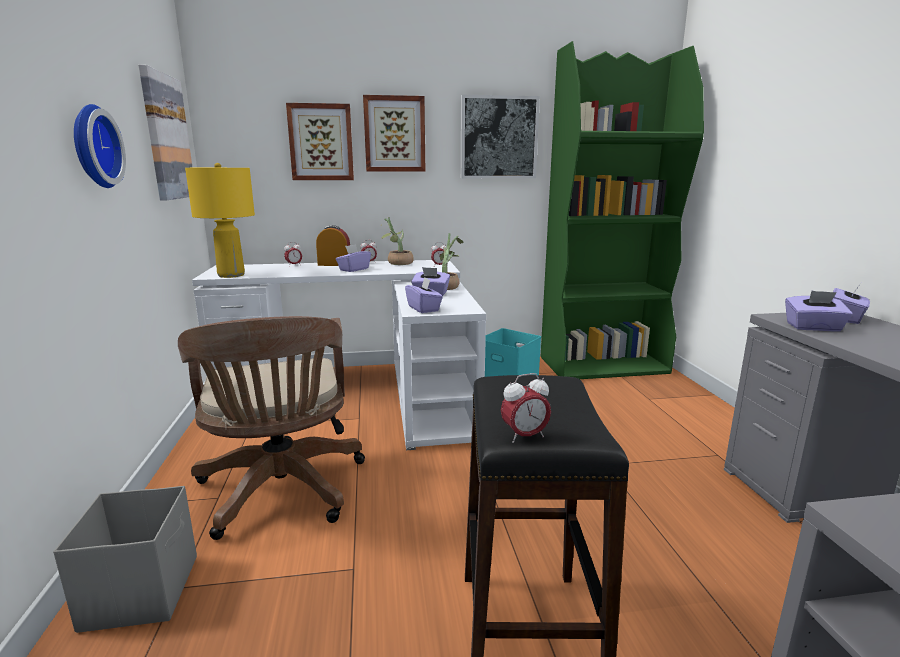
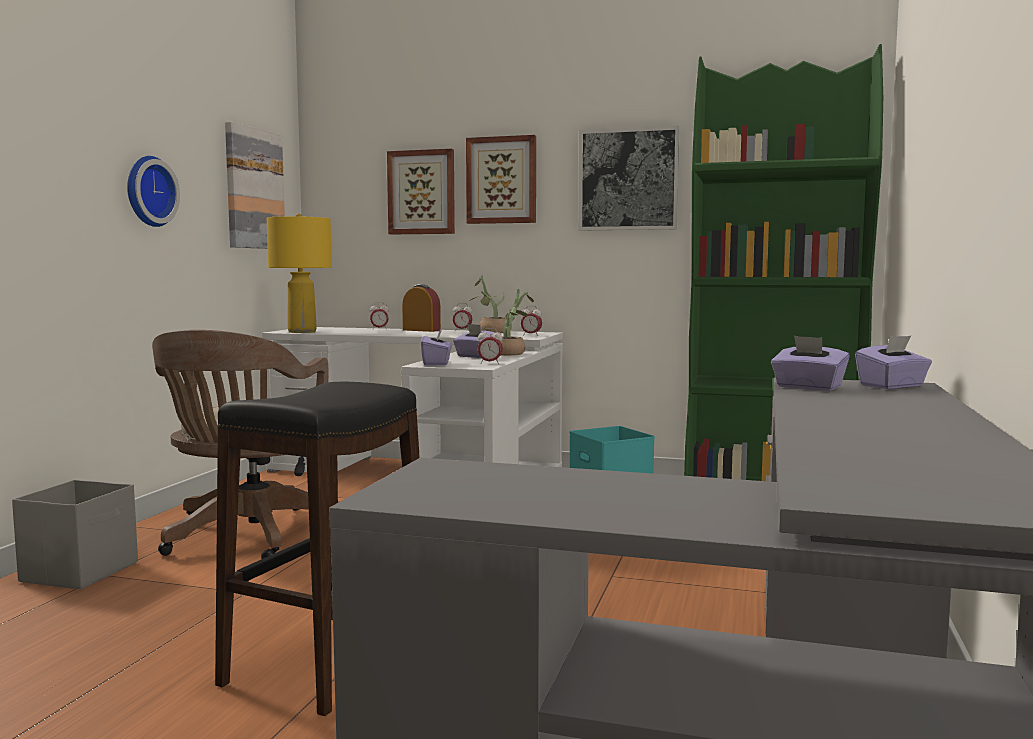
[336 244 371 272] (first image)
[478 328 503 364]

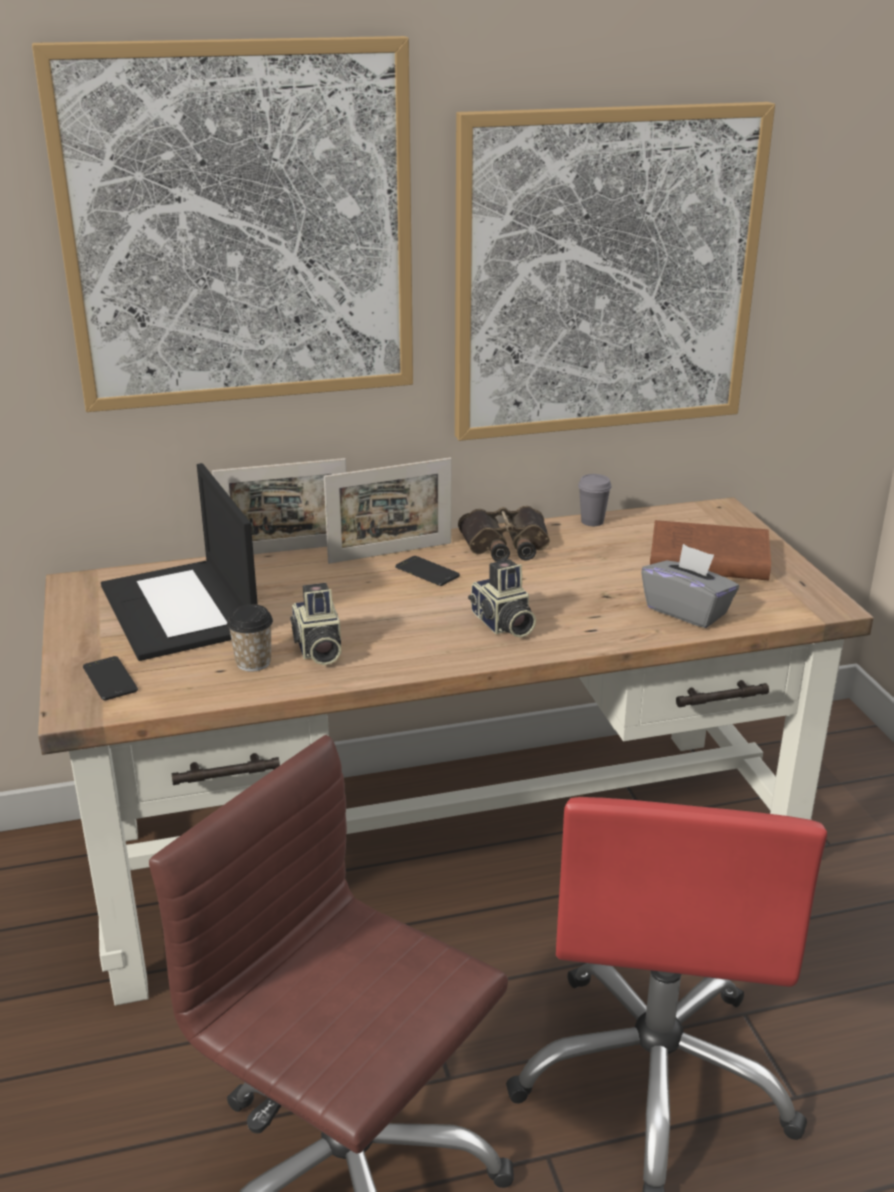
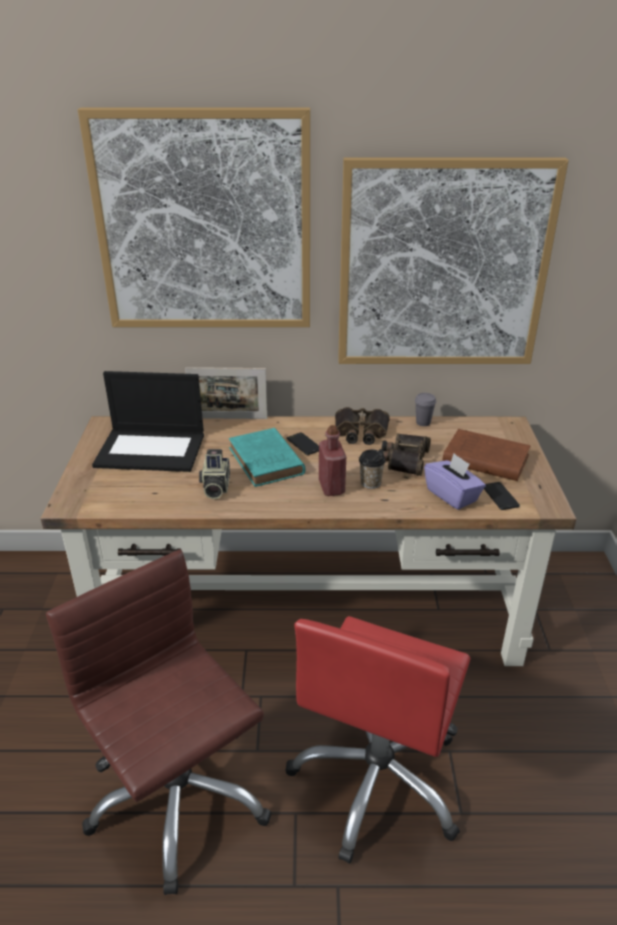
[324 458 451 564] (first image)
[92 371 204 472]
[424 453 486 510]
[319 425 346 496]
[359 449 386 489]
[484 482 520 510]
[229 428 305 487]
[379 433 431 476]

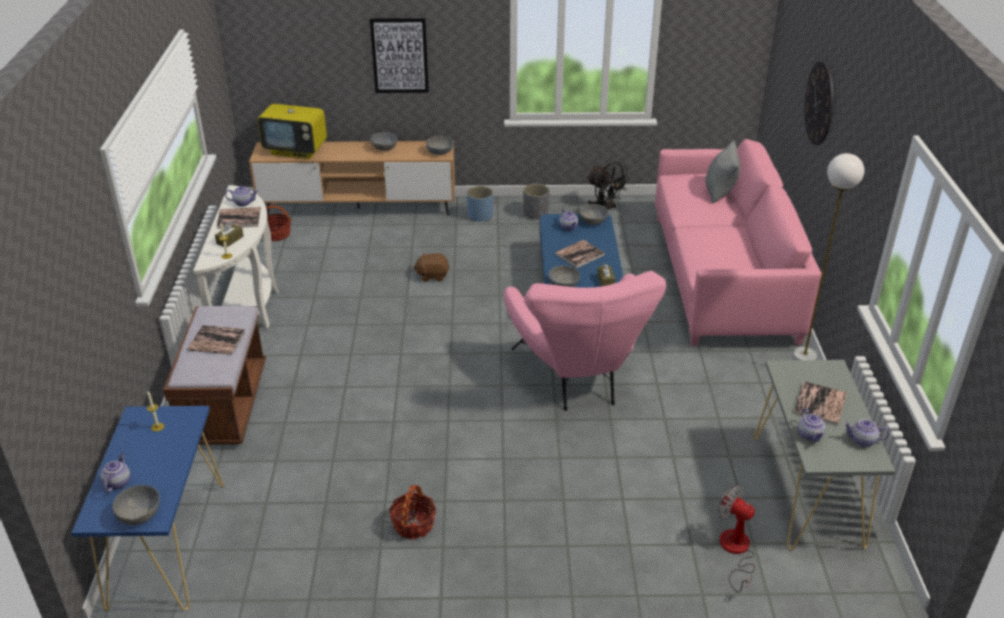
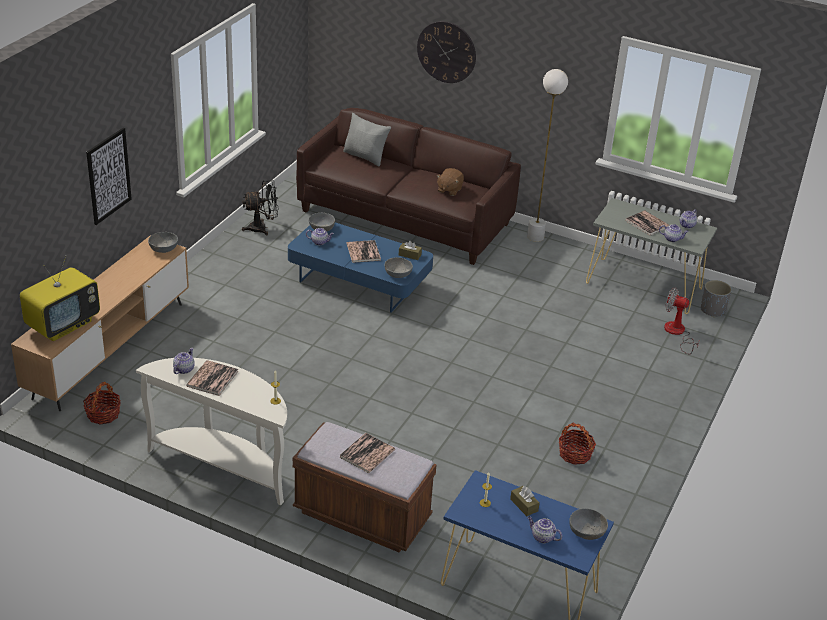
[370 132 397 151] (first image)
[296 108 521 265]
[701 280 732 317]
[467 186 493 222] (first image)
[510 486 540 516]
[436 168 464 196]
[504 271 666 411] (first image)
[664 287 700 354]

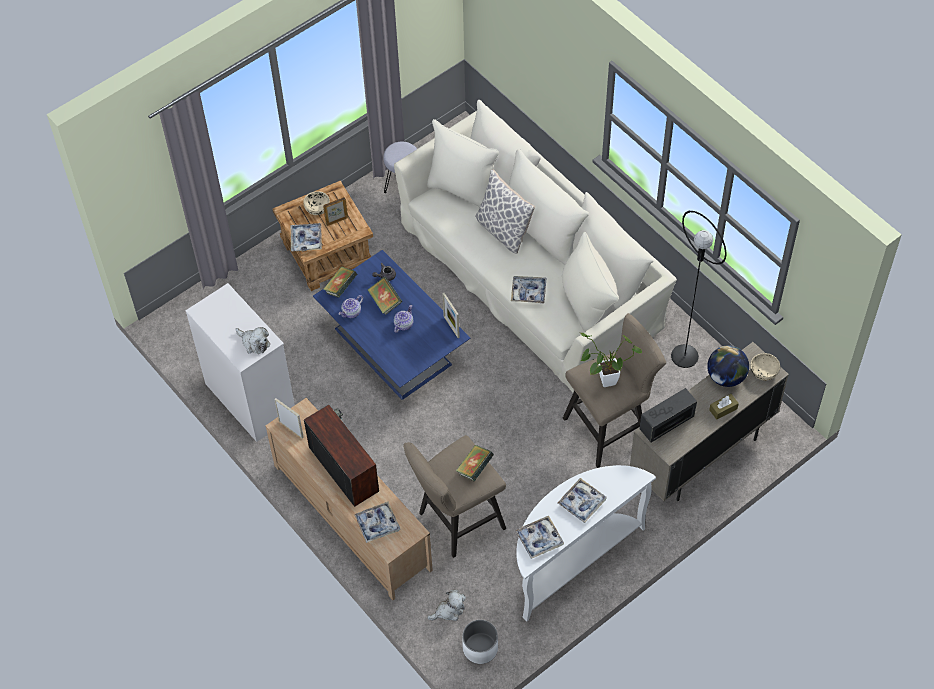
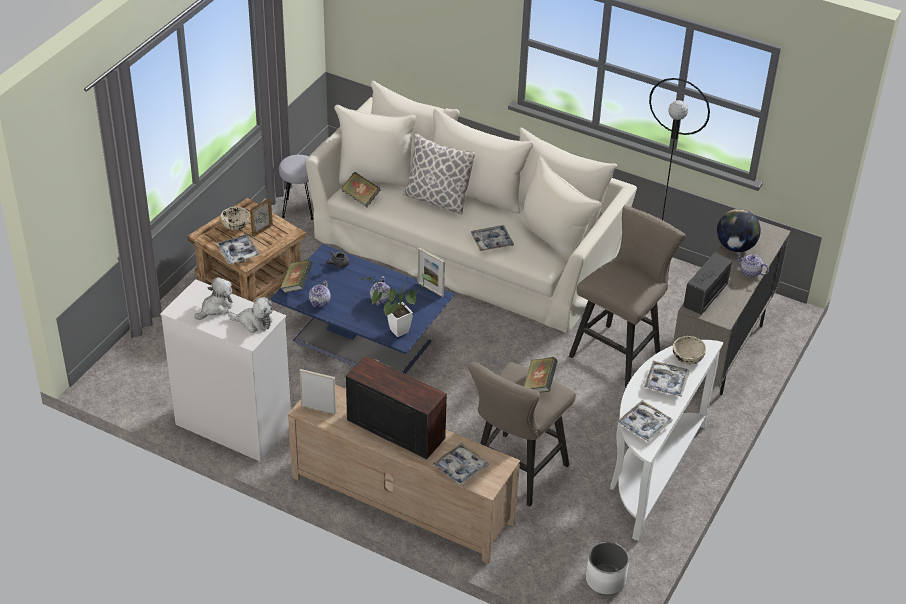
[341 172 380 207]
[361 273 431 337]
[673 336 706 364]
[736 253 769 277]
[194 277 232 320]

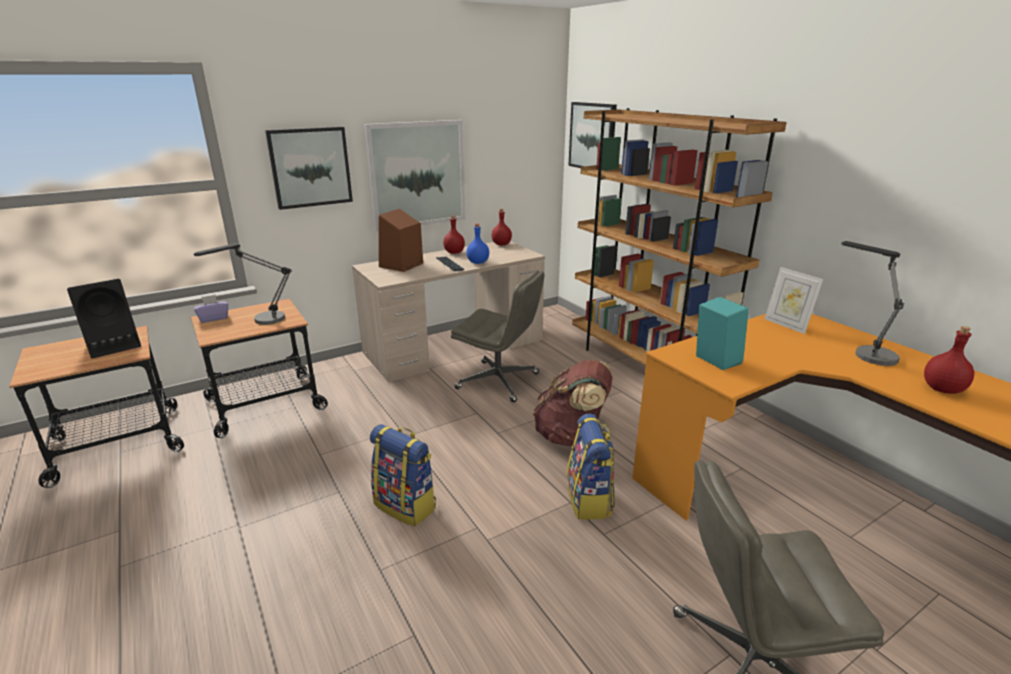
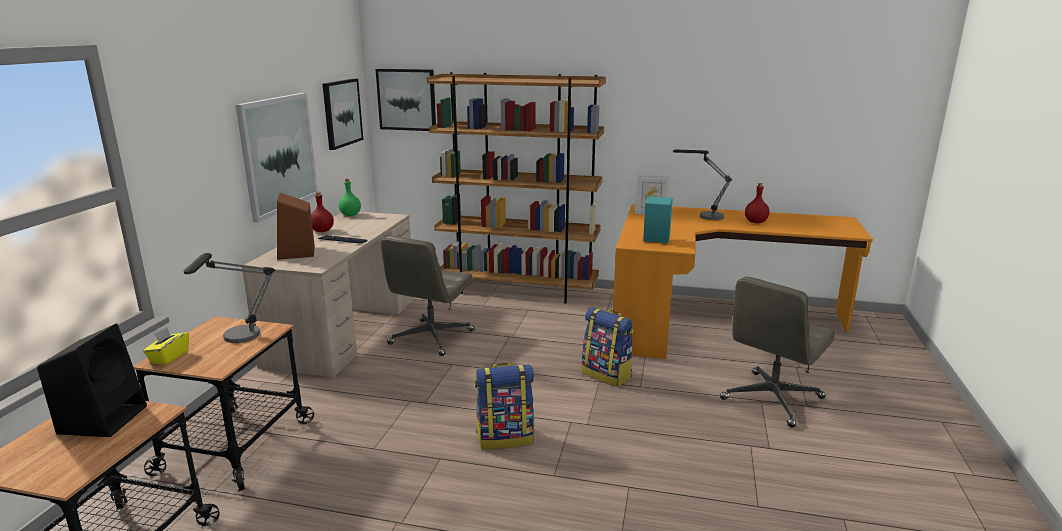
[323 78 363 150]
[339 179 361 216]
[466 224 489 264] (first image)
[381 236 475 356]
[143 327 189 365]
[533 360 613 446] (first image)

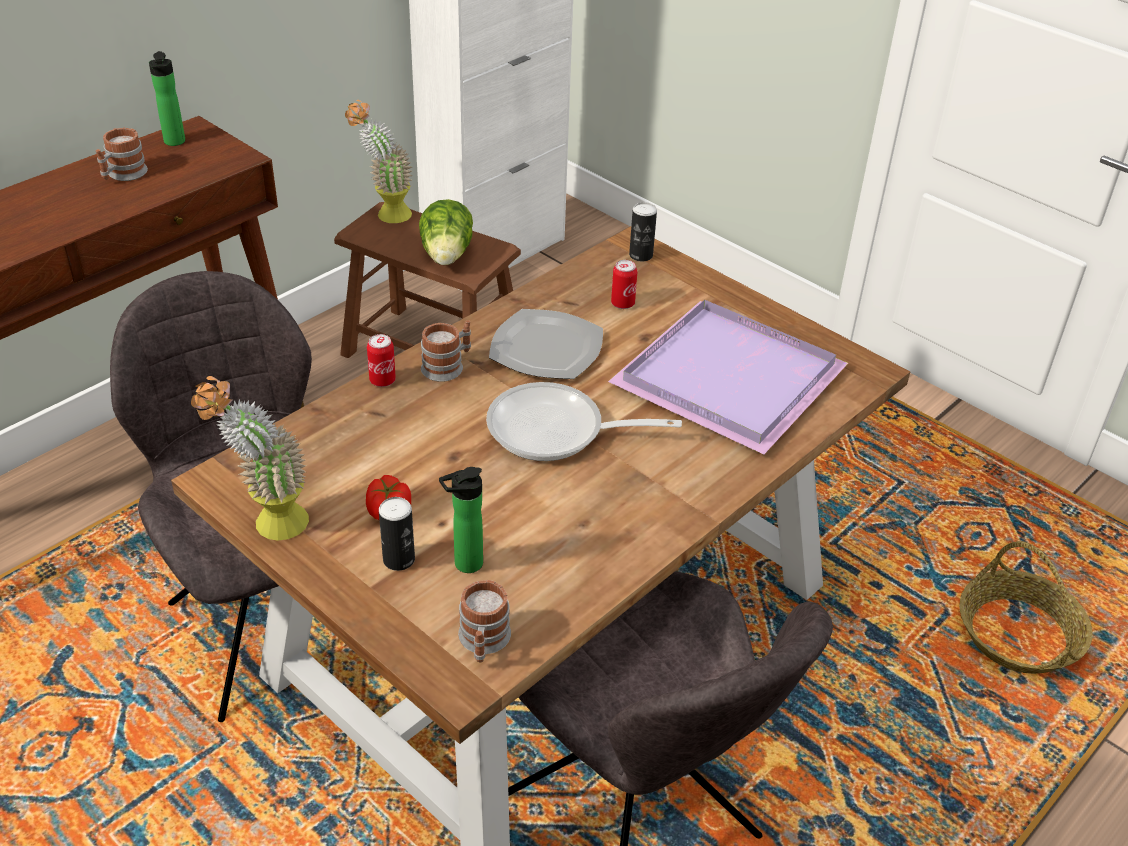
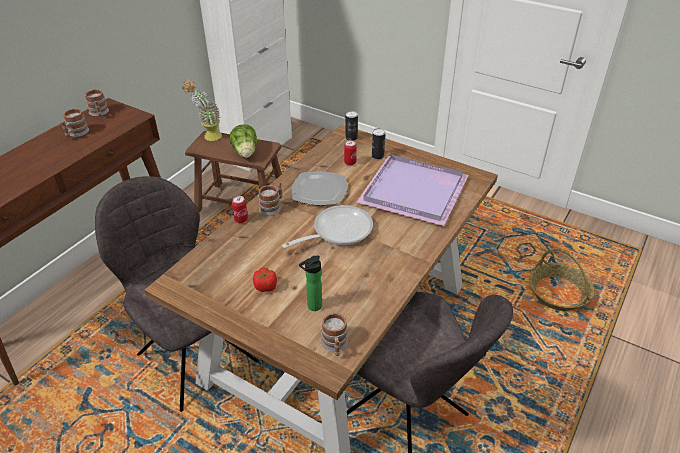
[85 89 109 117]
[191 376 309 541] (first image)
[282 205 373 248]
[372 128 385 159]

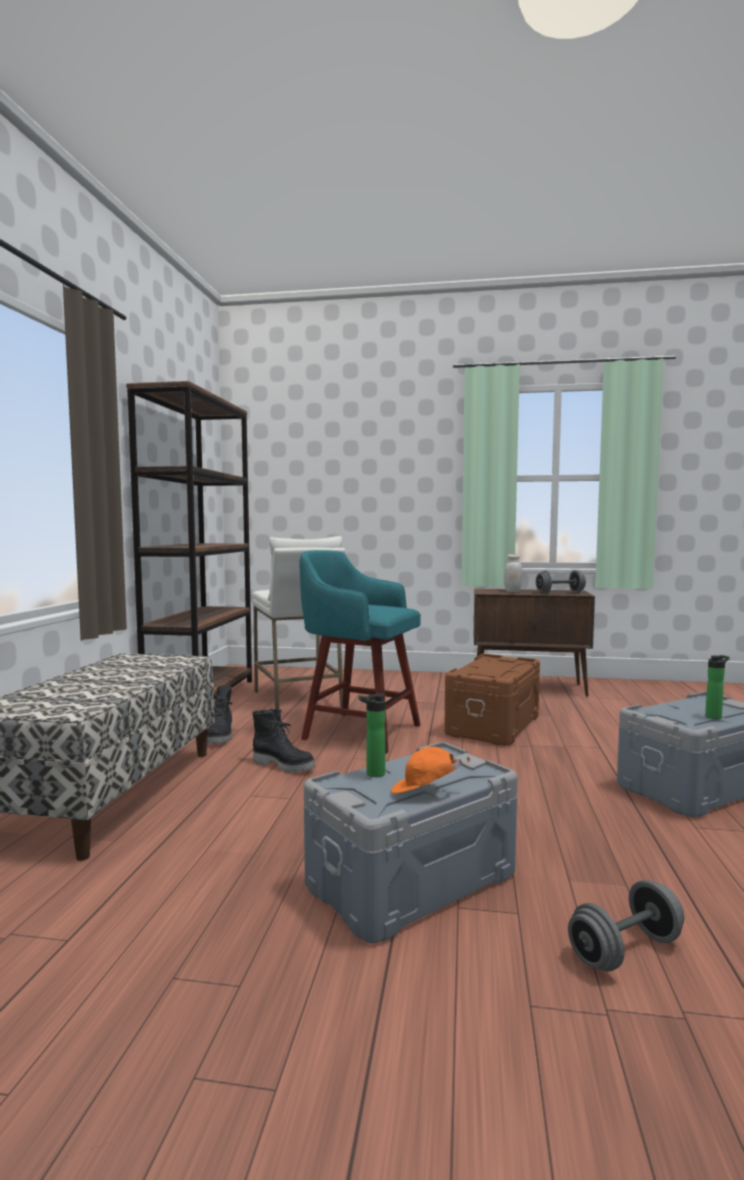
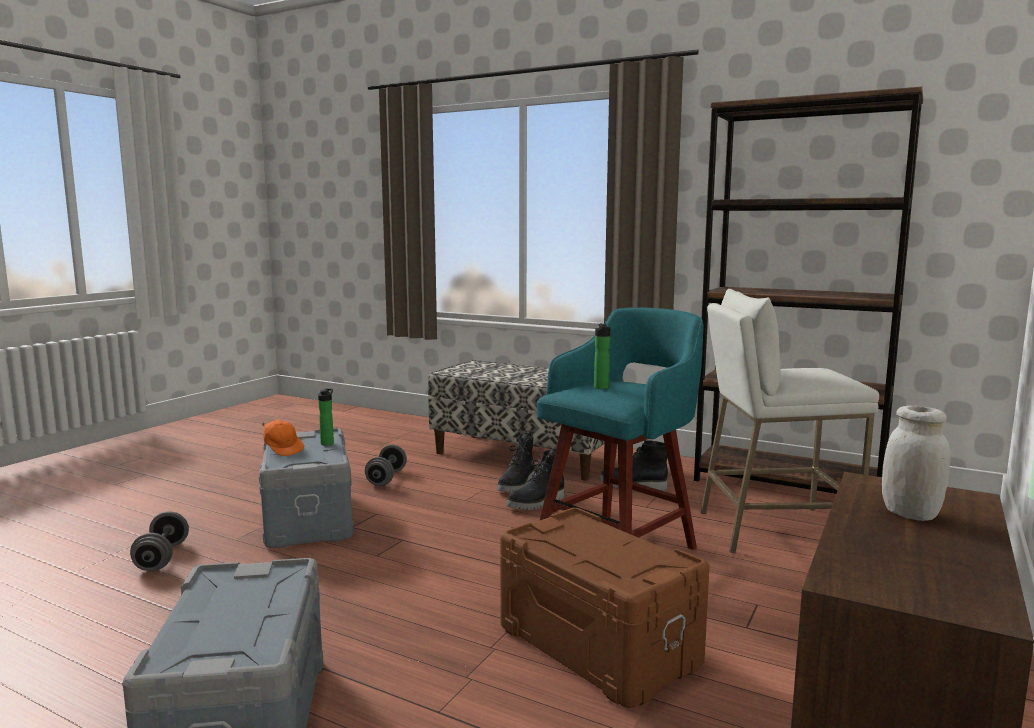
[365 445 407 486]
[594 323 611 389]
[262 420 304 456]
[497 433 535 492]

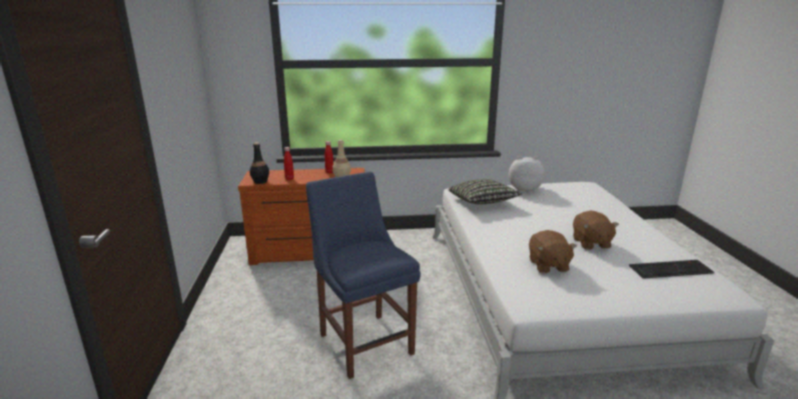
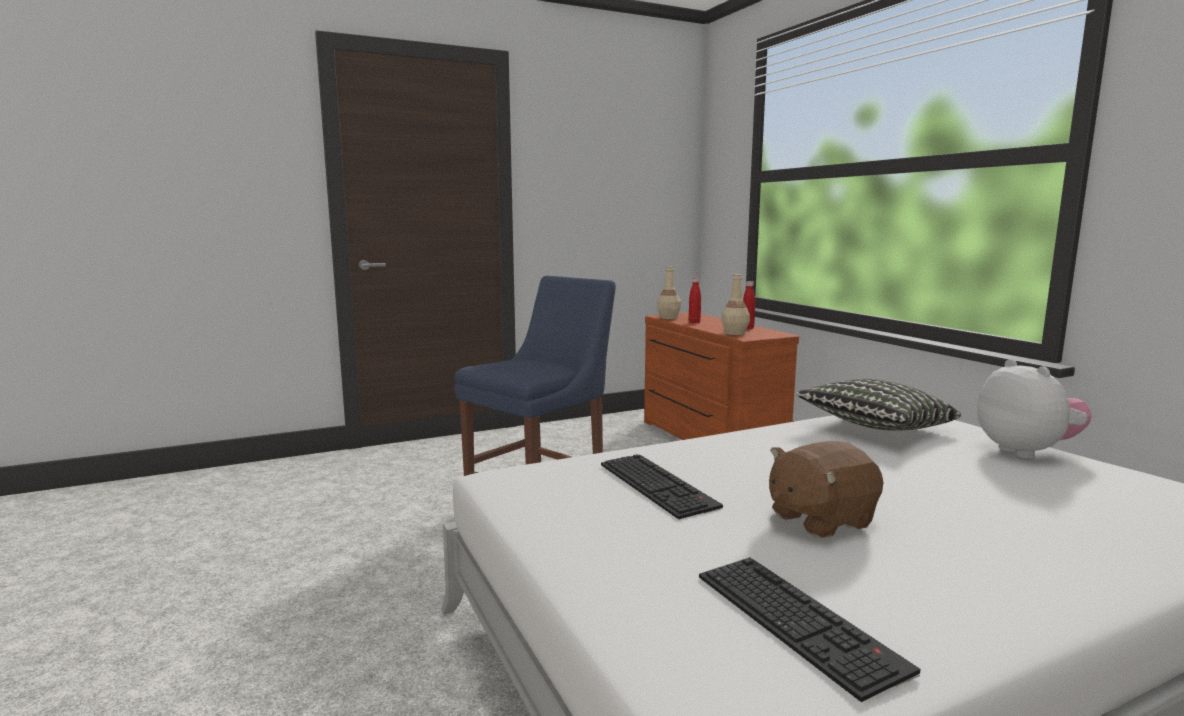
[657 266 681 319]
[601 454 723 519]

